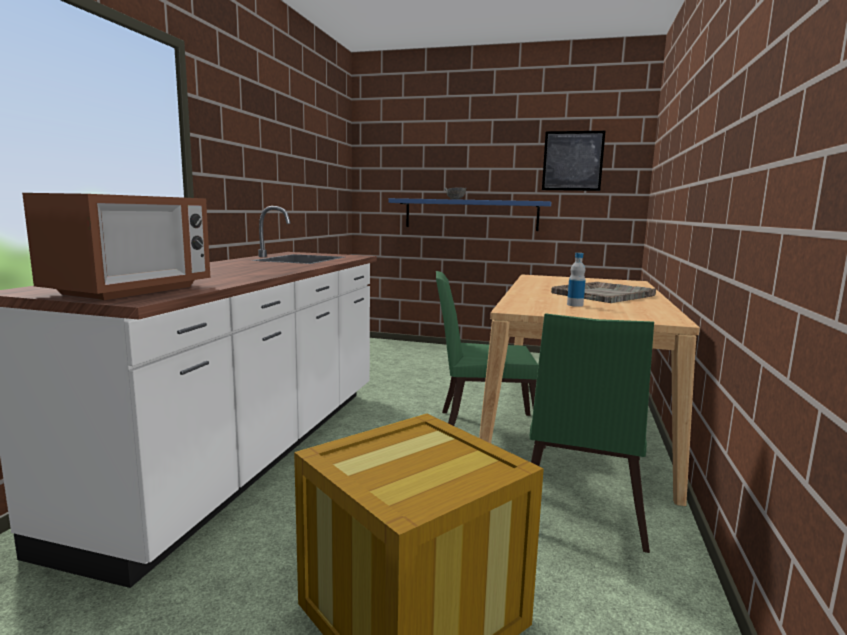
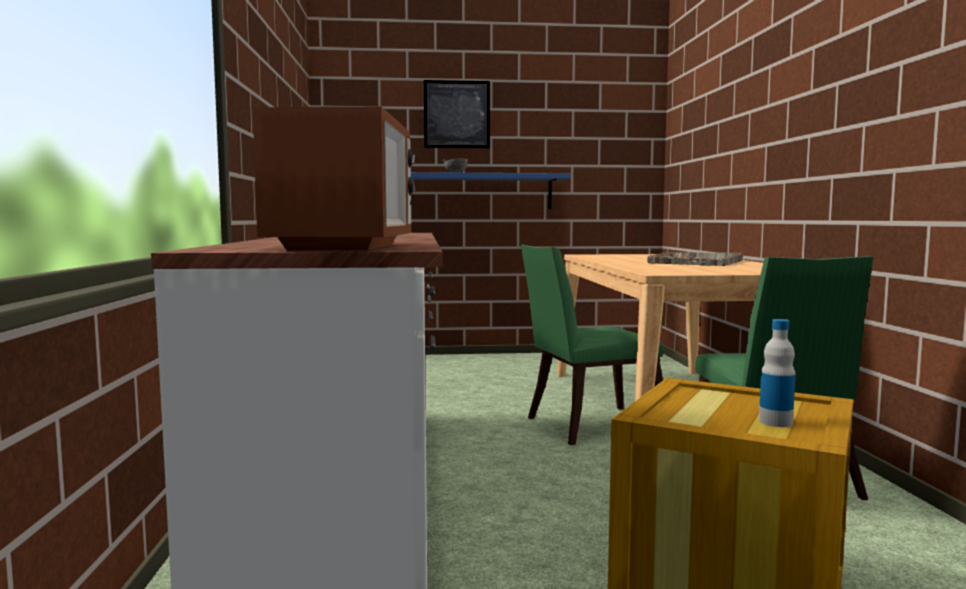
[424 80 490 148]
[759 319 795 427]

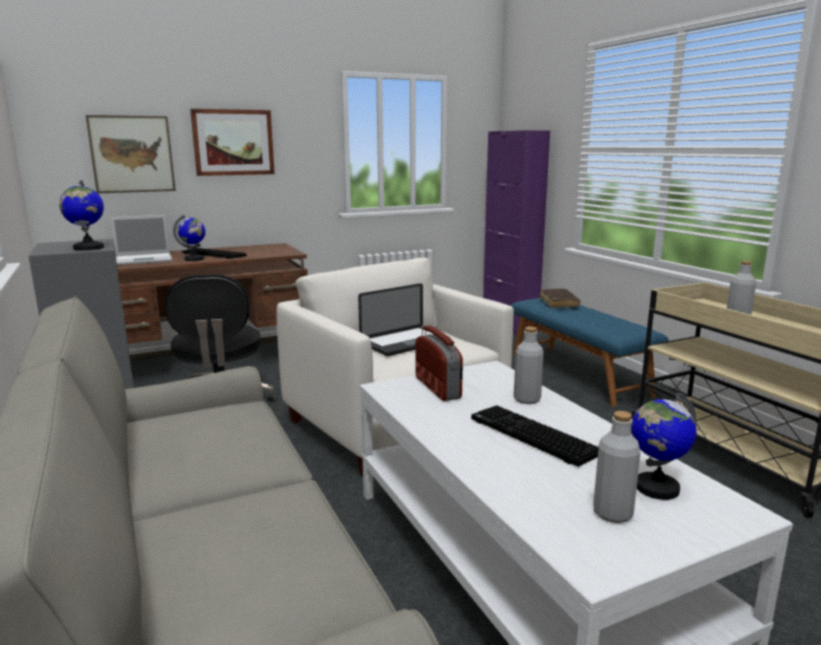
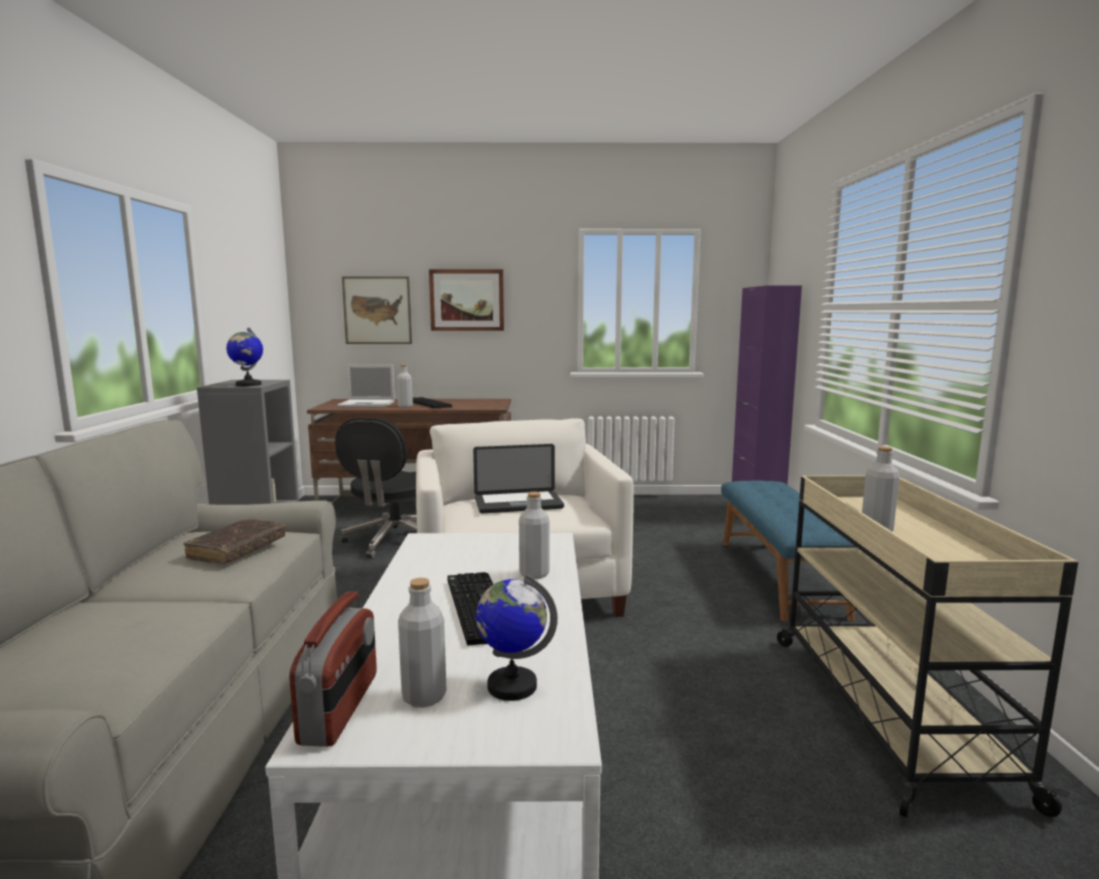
[397 364 413 408]
[183 519 285 564]
[289 591 377 747]

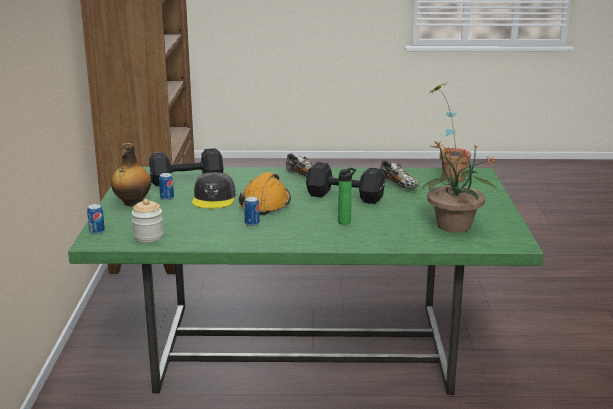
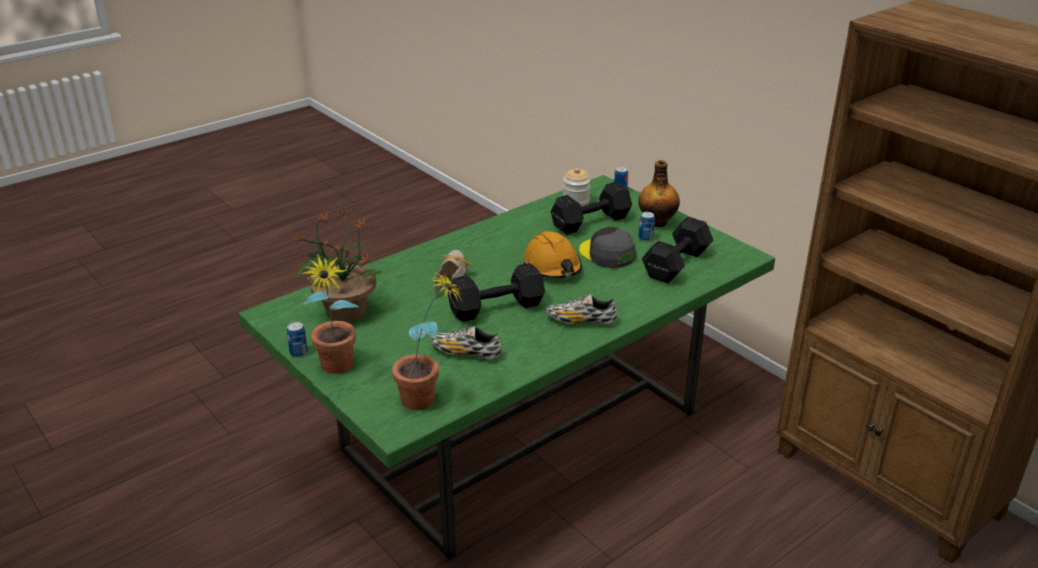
[434 250 475 295]
[287 322 308 357]
[551 182 632 235]
[301 254 359 374]

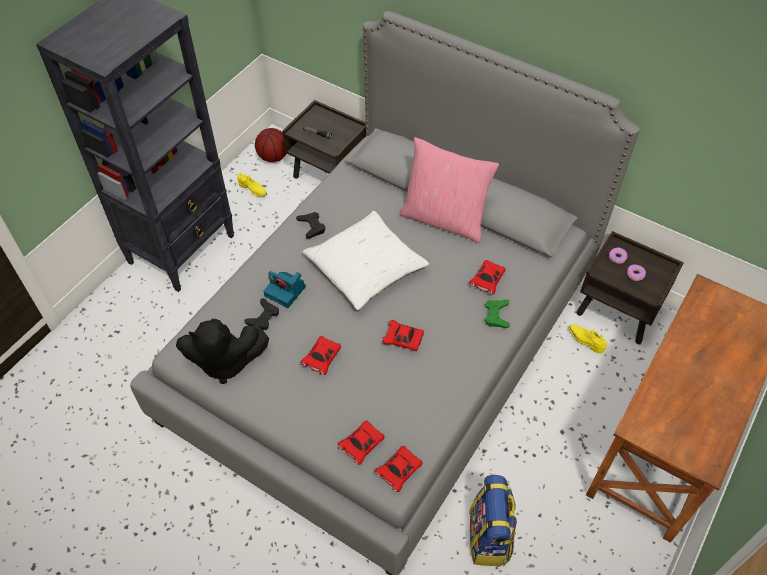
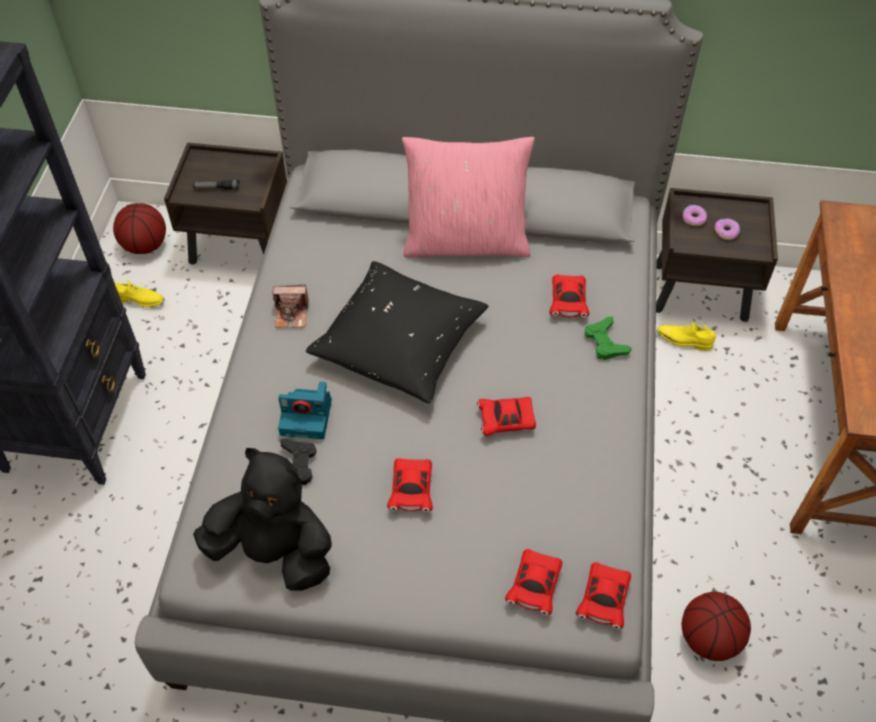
[306 261 488 403]
[272 284 309 327]
[193 448 332 591]
[682 592 751 661]

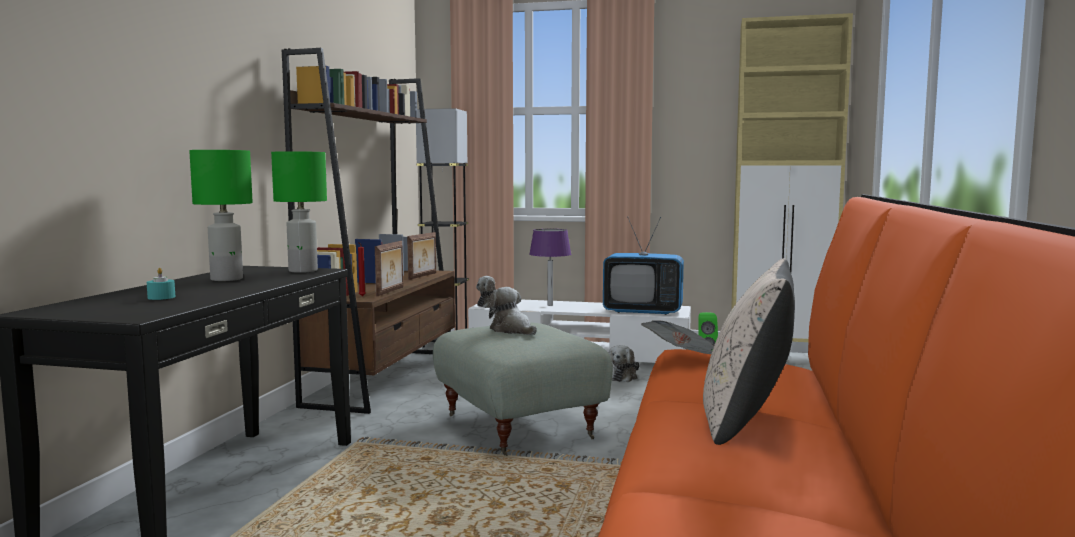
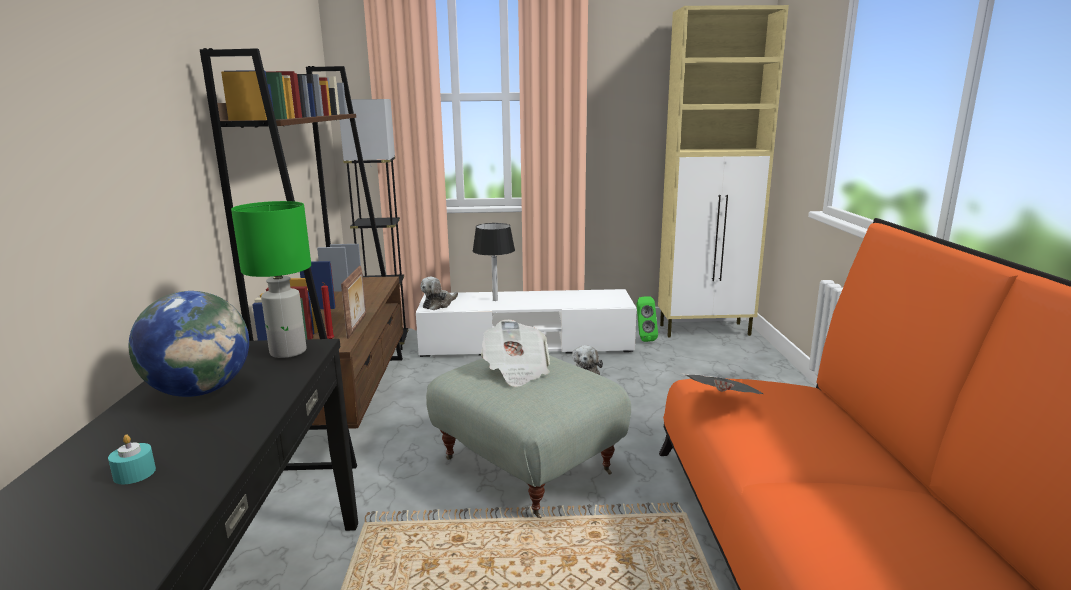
[129 291 249 397]
[603 217 684 315] (first image)
[473 223 515 301]
[407 232 436 280] (first image)
[703 258 795 445] (first image)
[481 320 550 387]

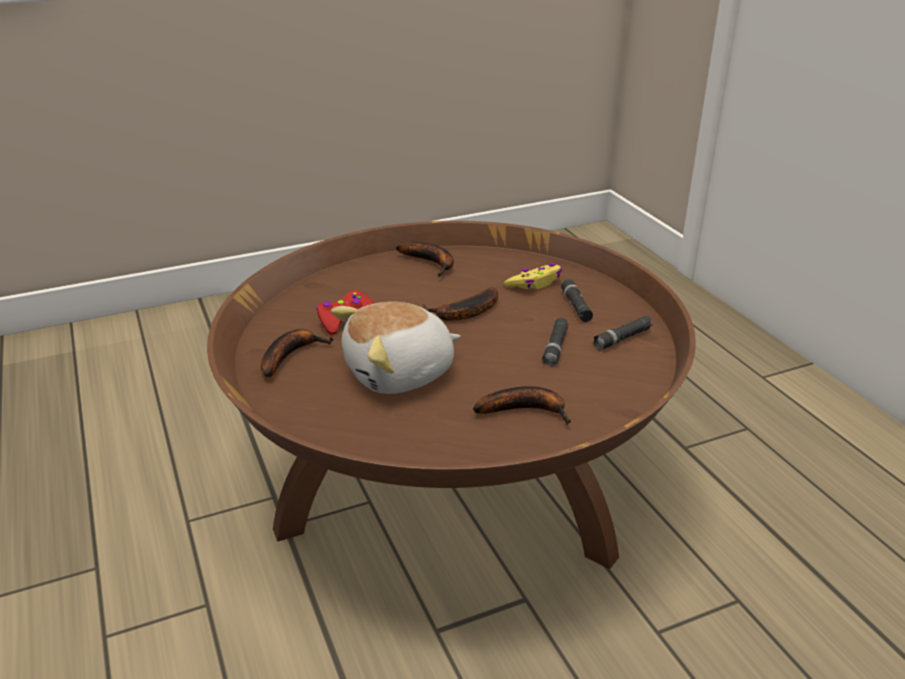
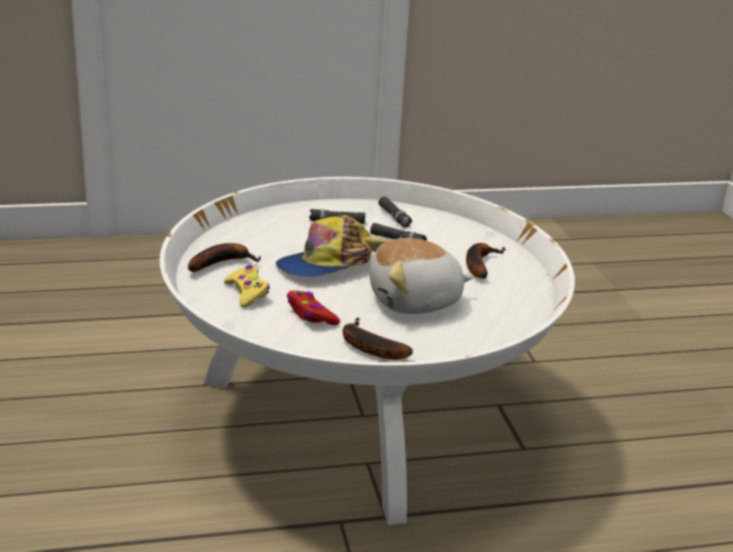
[160 177 575 525]
[224 265 270 307]
[276 215 373 277]
[365 236 473 314]

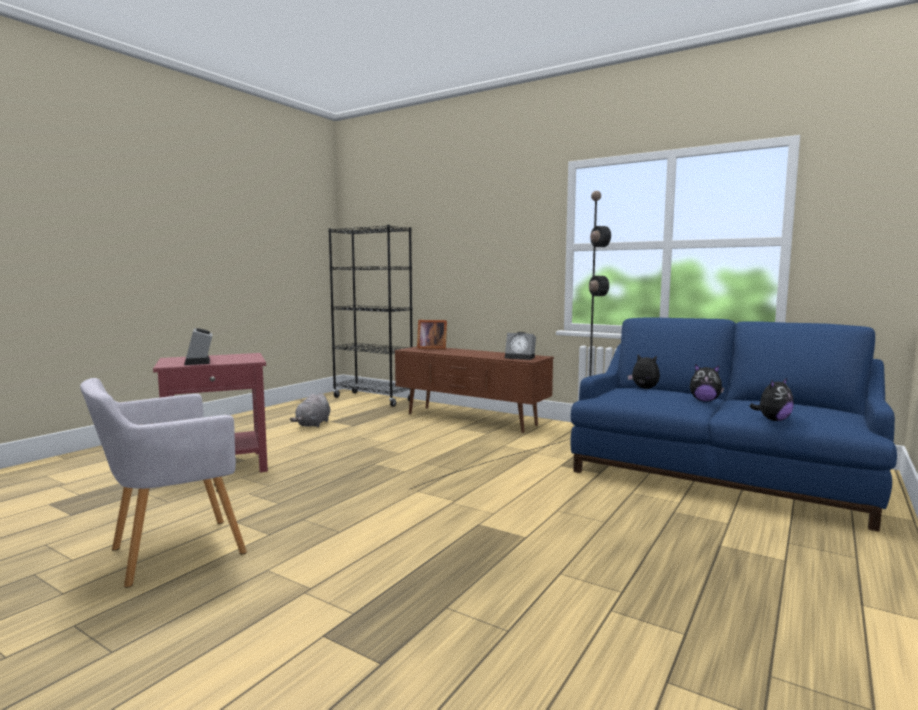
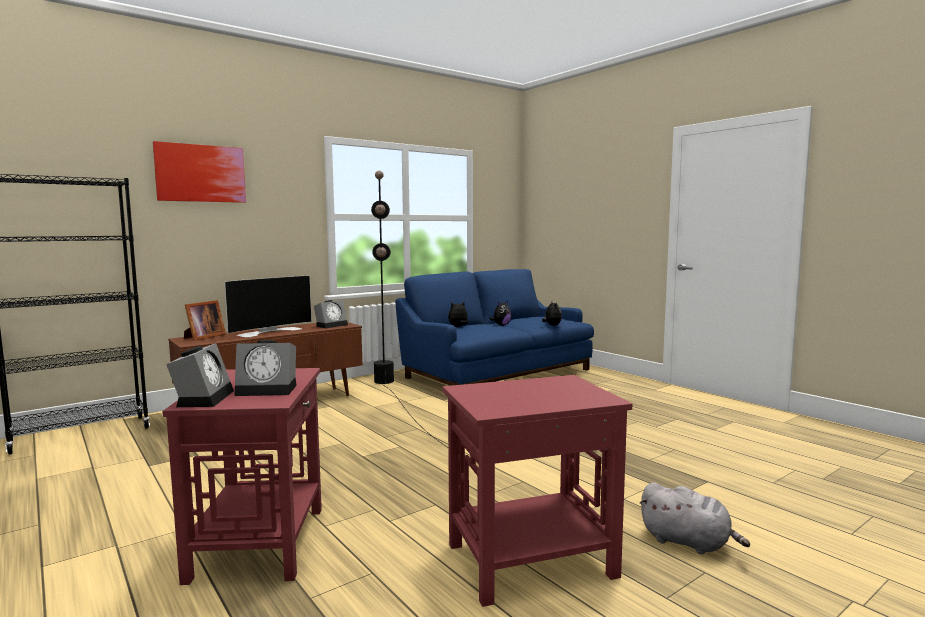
[442 375 632 607]
[640 482 750 554]
[153 141 246 203]
[224 275 312 337]
[166 343 234 407]

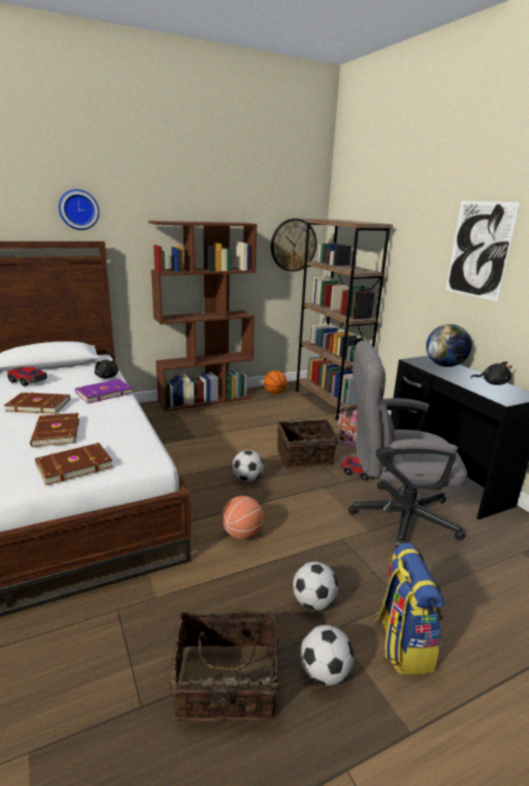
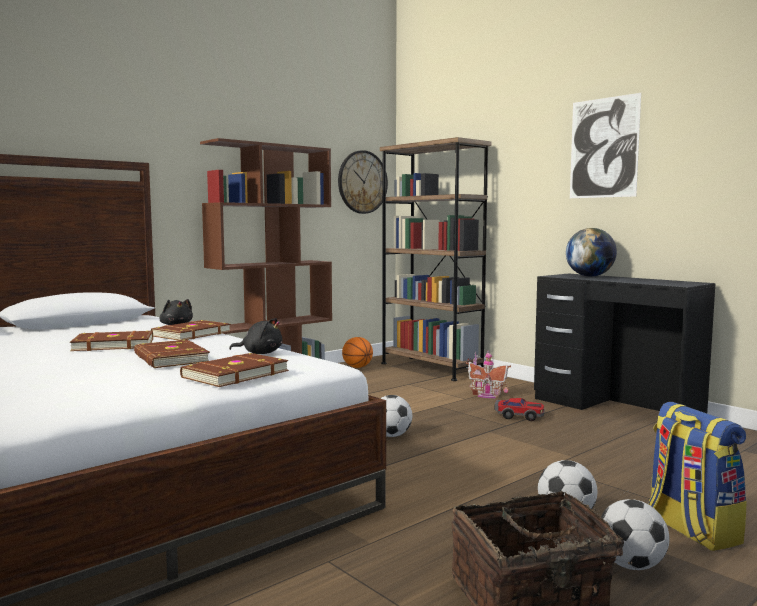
[59 189 99 230] (first image)
[349 340 468 548] (first image)
[229 318 283 354]
[7 367 47 386] (first image)
[151 320 231 340]
[277 420 339 468] (first image)
[221 496 264 539] (first image)

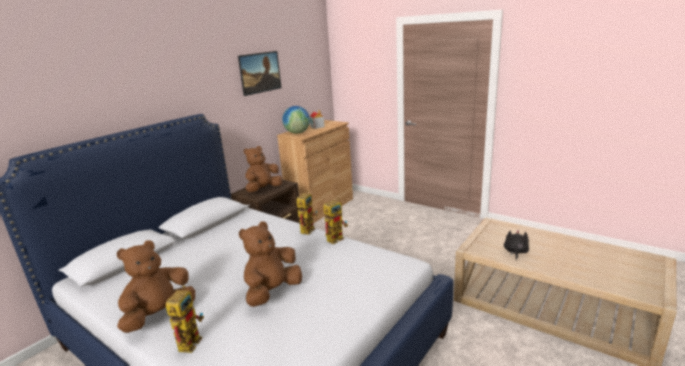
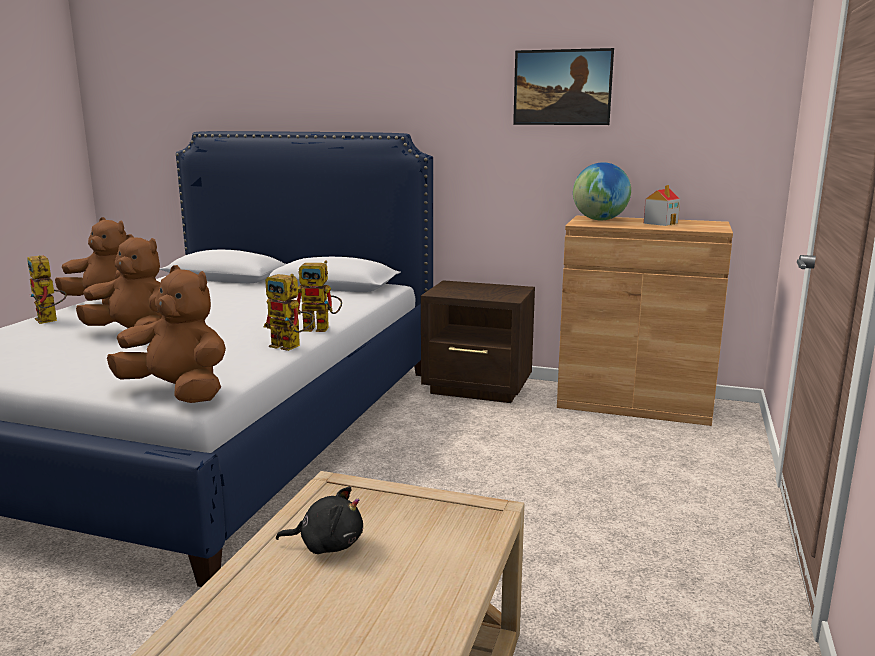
[107 265 226 403]
[27 255 67 324]

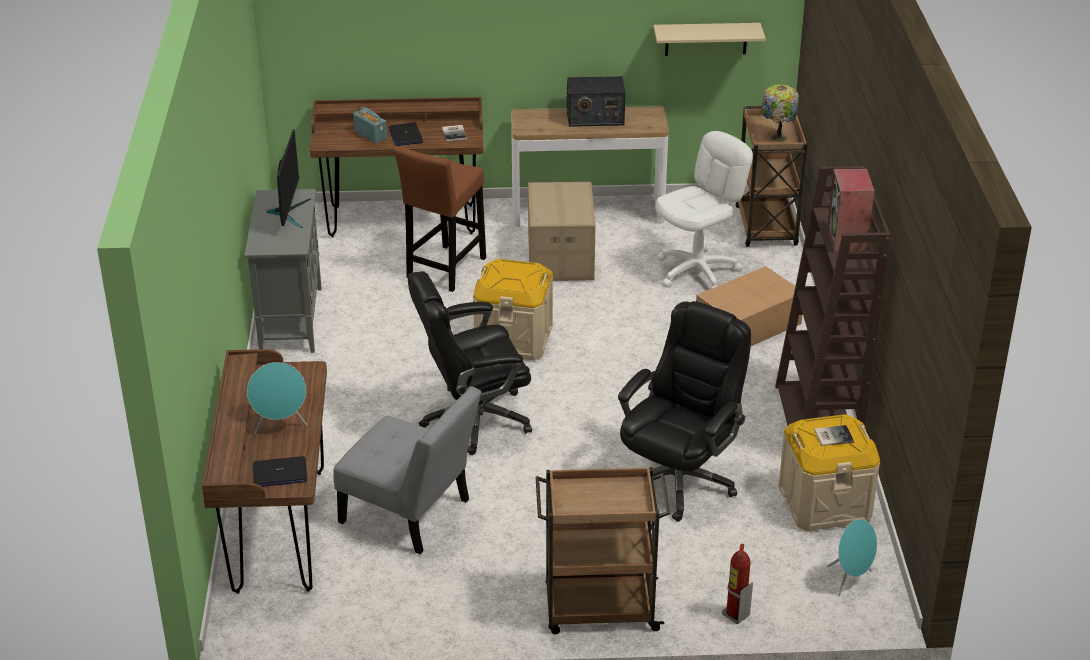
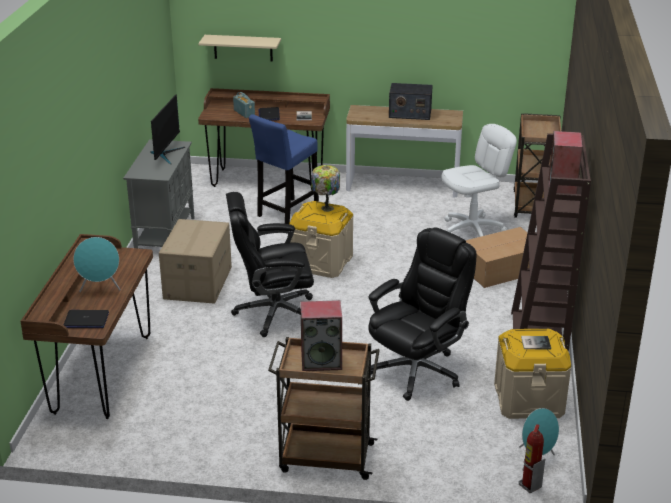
[198 35 281 61]
[311 165 340 212]
[249 114 319 224]
[159 219 232 304]
[333 386 481 554] (first image)
[519 424 545 493]
[300 300 342 371]

